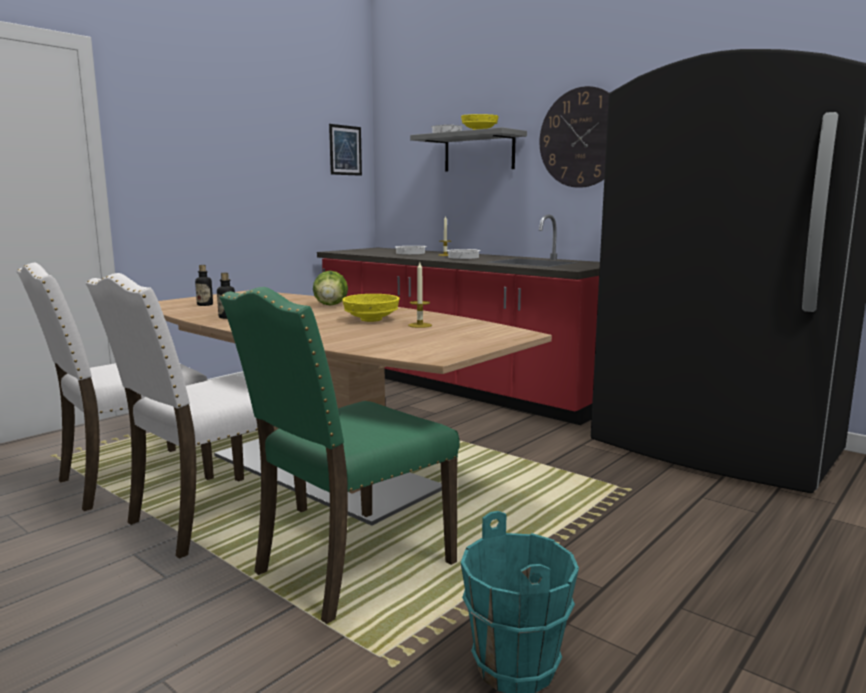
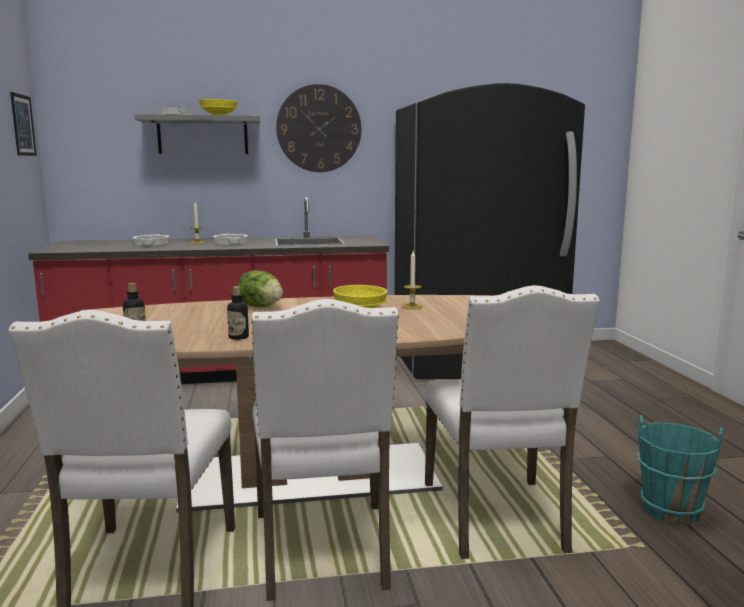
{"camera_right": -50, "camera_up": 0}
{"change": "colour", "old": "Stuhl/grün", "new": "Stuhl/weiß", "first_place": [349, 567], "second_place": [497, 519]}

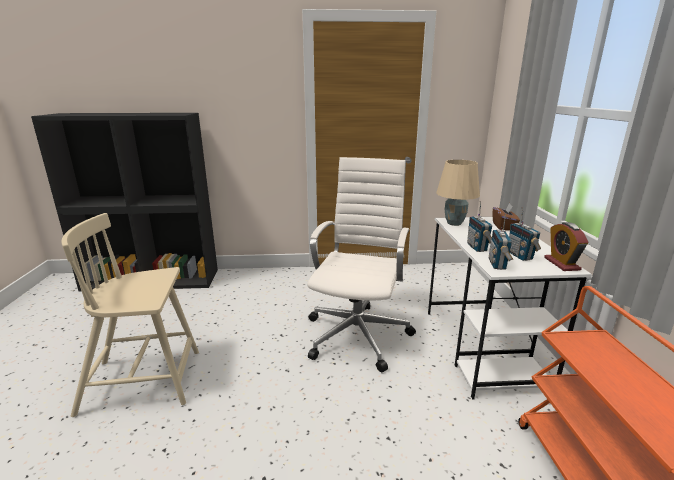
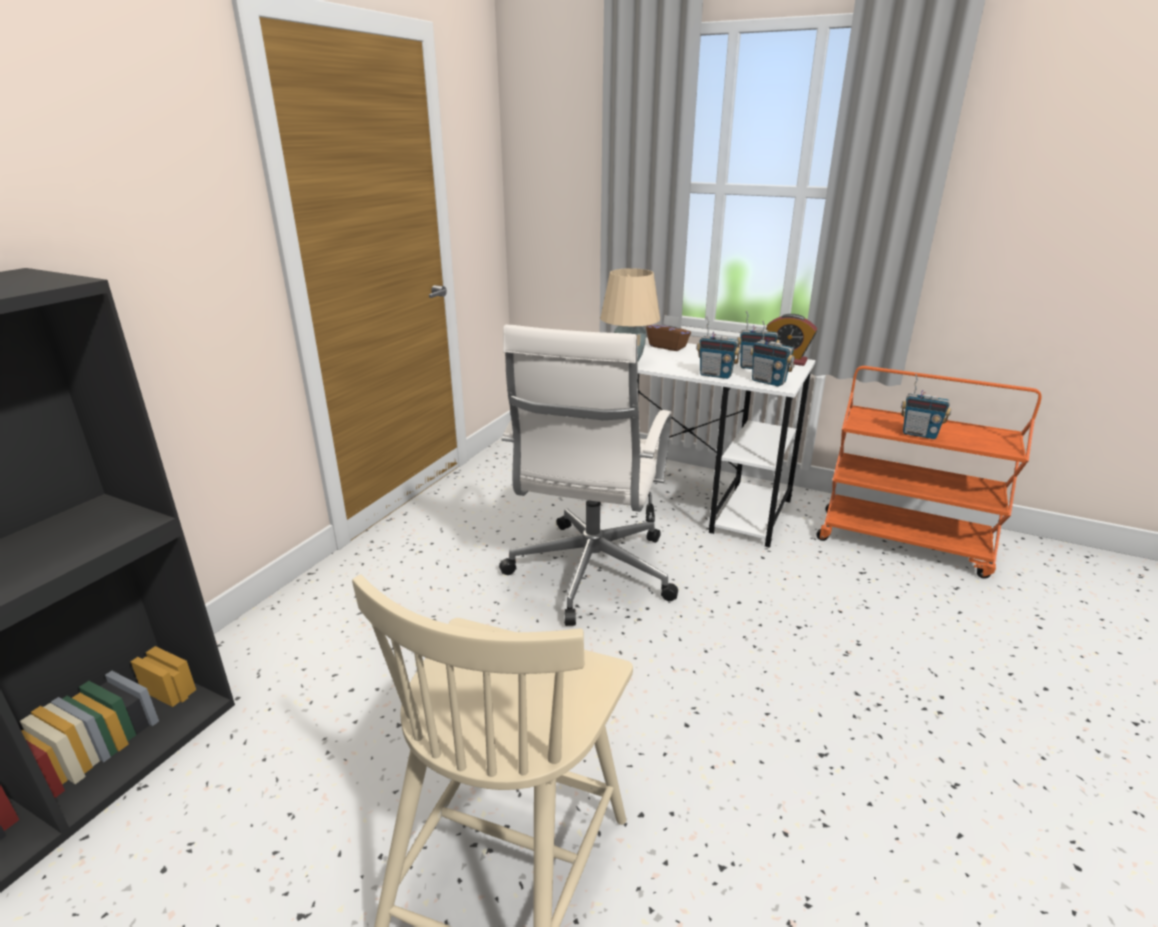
{"camera_right": -60, "camera_up": 5}
{"change": "spun", "old": "Bürostuhl/weiß", "first_place": [358, 333], "second_place": [590, 574], "degrees": -120}
{"change": "appeared", "new": "Radio", "second_place": [919, 434]}

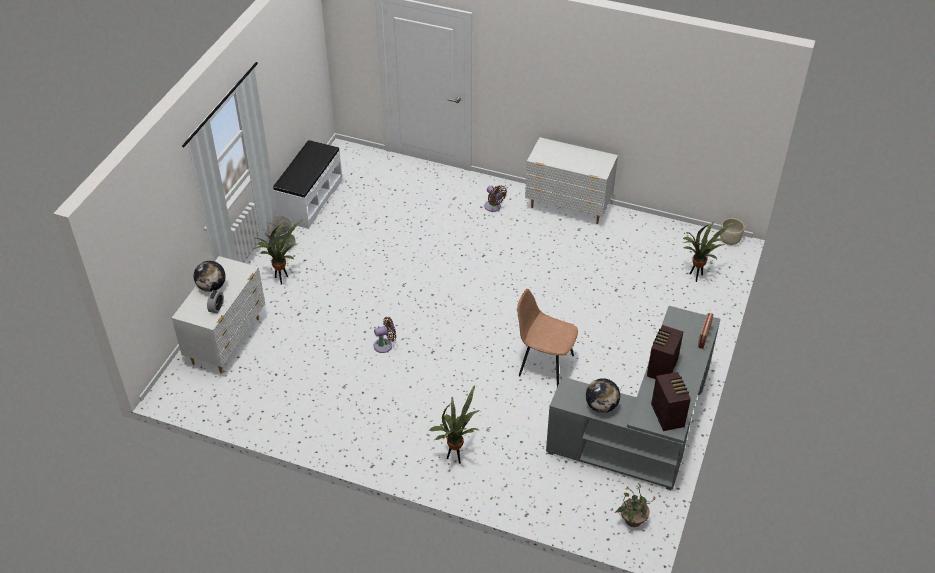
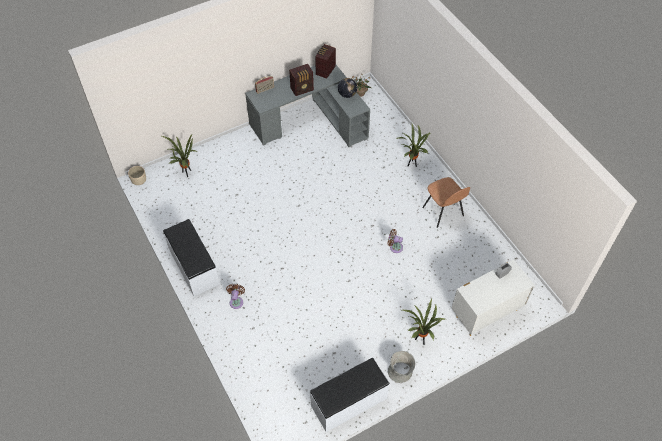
{"camera_right": -140, "camera_up": 10}
{"change": "missing", "old": "Globus", "first_place": [212, 287]}
{"change": "relocated", "old": "Stuhl/braun", "first_place": [544, 365], "second_place": [443, 212]}
{"change": "exchanged", "old": "Kommode/weiß", "new": "Bank/weiß", "first_place": [568, 207], "second_place": [193, 266]}

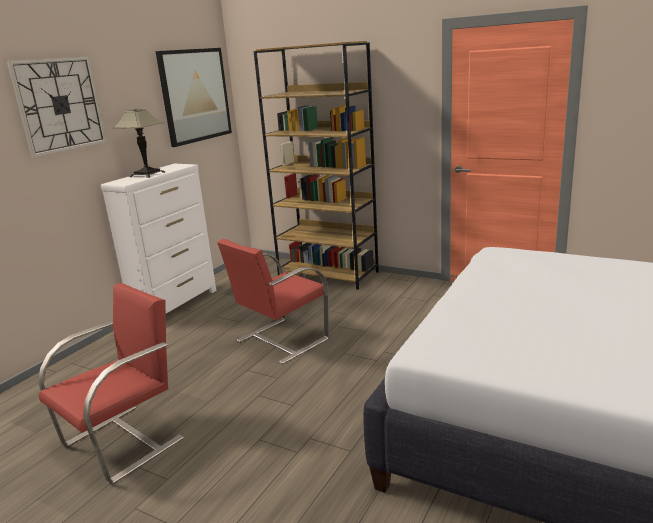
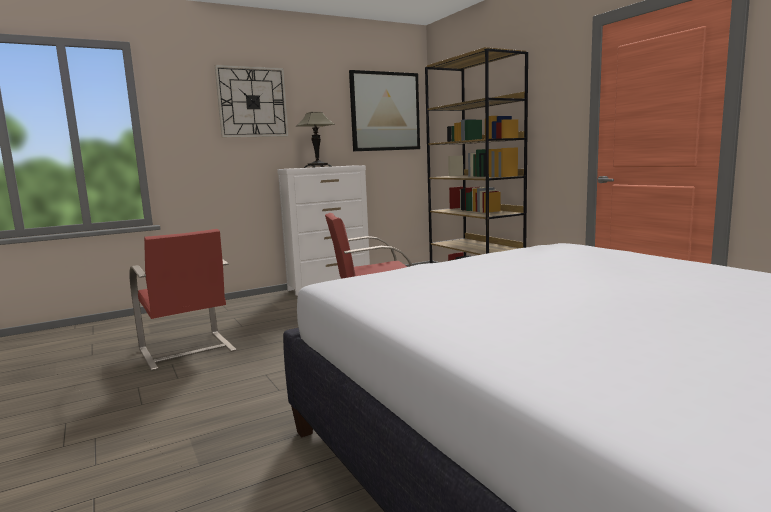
{"camera_right": 30, "camera_up": -10}
{"change": "spun", "old": "Stuhl/rot", "first_place": [125, 441], "second_place": [187, 351], "degrees": 75}

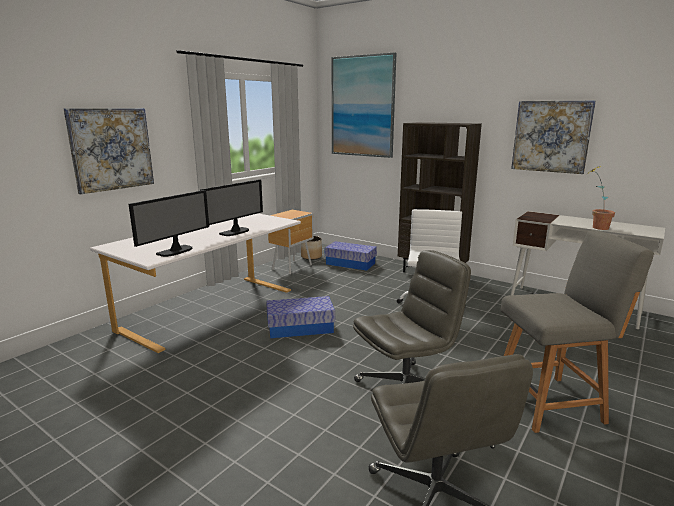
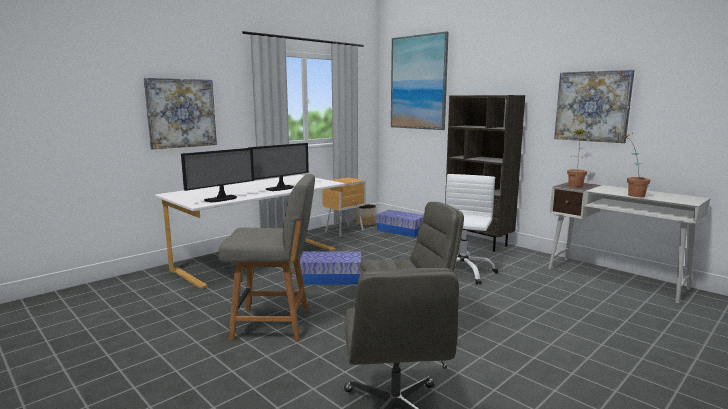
{"camera_right": 10, "camera_up": -5}
{"change": "relocated", "old": "Stuhl/grau", "first_place": [551, 403], "second_place": [274, 324]}
{"change": "appeared", "new": "Topfpflanze", "second_place": [575, 185]}

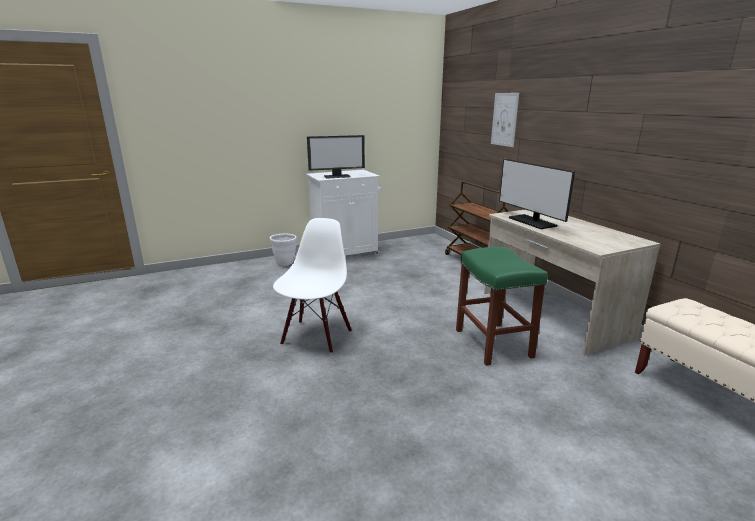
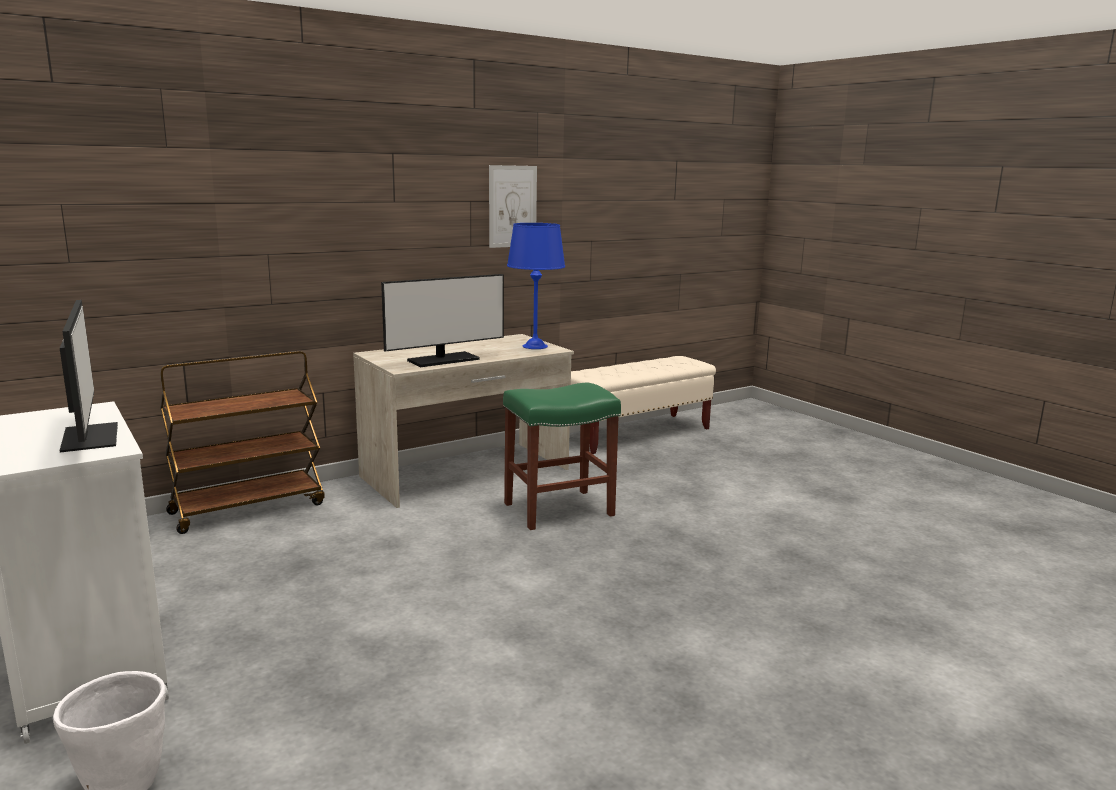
{"camera_right": -100, "camera_up": -5}
{"change": "missing", "old": "Stuhl/weiß", "first_place": [316, 336]}
{"change": "relocated", "old": "Bild", "first_place": [504, 119], "second_place": [512, 206]}
{"change": "appeared", "new": "Tischlampe/blau", "second_place": [534, 346]}

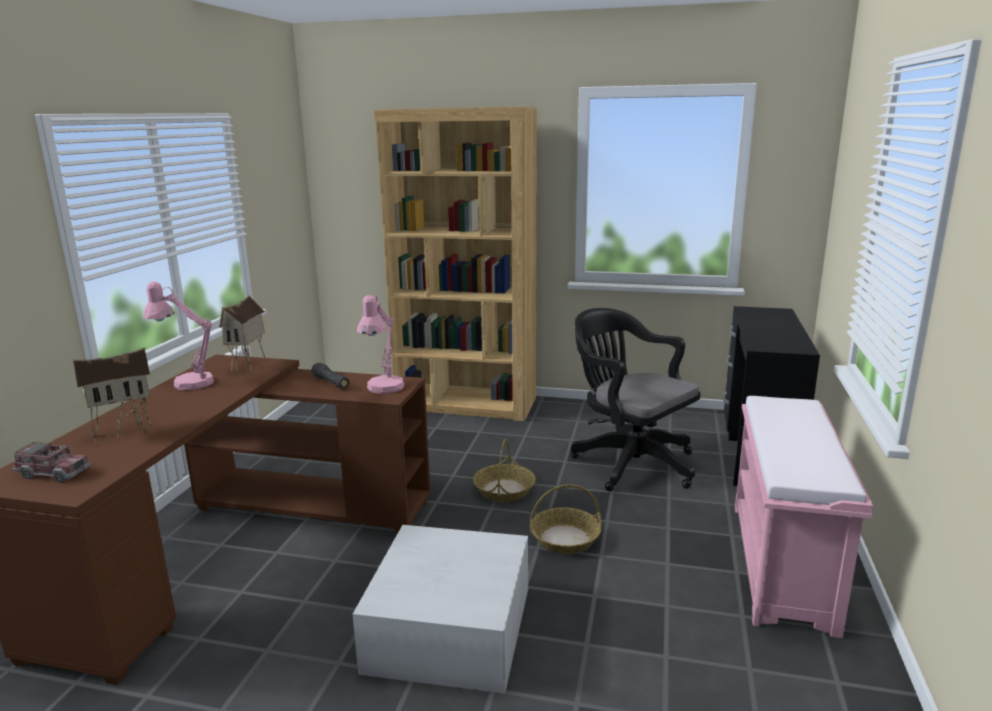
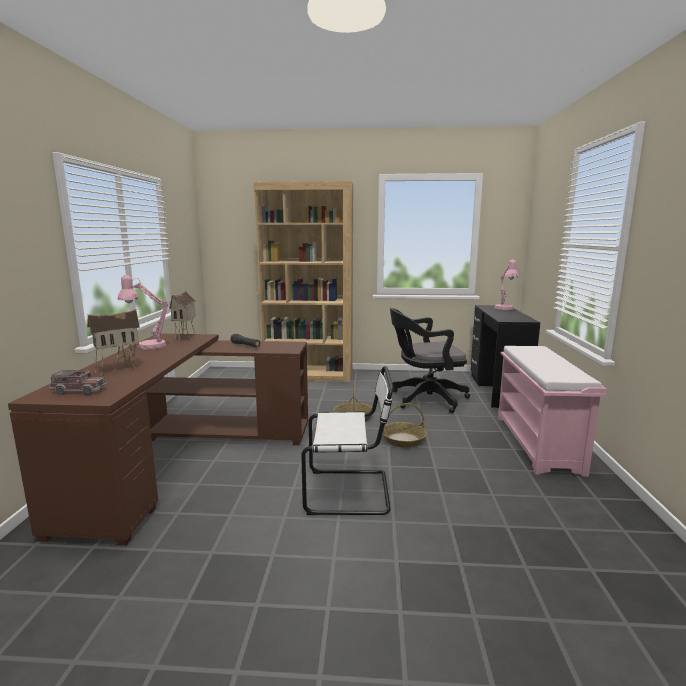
{"camera_right": -10, "camera_up": -5}
{"change": "exchanged", "old": "Aufbewahrungsbox/weiß", "new": "Stuhl/weiß", "first_place": [450, 628], "second_place": [351, 492]}
{"change": "relocated", "old": "Tischlampe/rosa", "first_place": [383, 390], "second_place": [505, 309]}
{"change": "spun", "old": "Bürostuhl/schwarz", "first_place": [629, 462], "second_place": [424, 399], "degrees": -45}

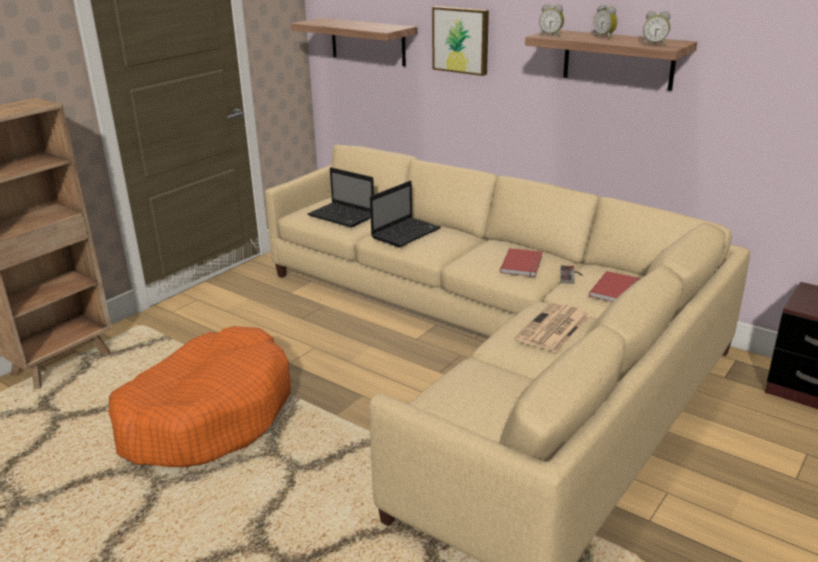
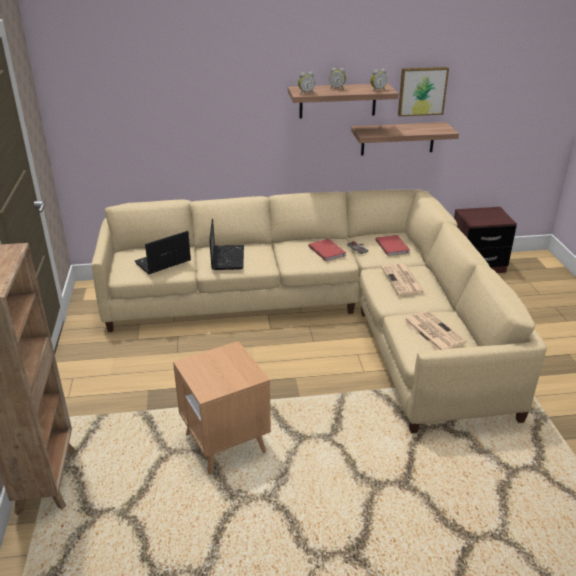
{"camera_right": -45, "camera_up": 5}
{"change": "exchanged", "old": "Hundebett/orange", "new": "Beistelltisch/braun", "first_place": [208, 415], "second_place": [225, 443]}
{"change": "relocated", "old": "Wandregal", "first_place": [368, 41], "second_place": [397, 138]}
{"change": "spun", "old": "Laptop", "first_place": [343, 216], "second_place": [162, 262], "degrees": 150}
{"change": "relocated", "old": "Bild", "first_place": [461, 40], "second_place": [422, 91]}
{"change": "appeared", "new": "Zeitung", "second_place": [432, 331]}

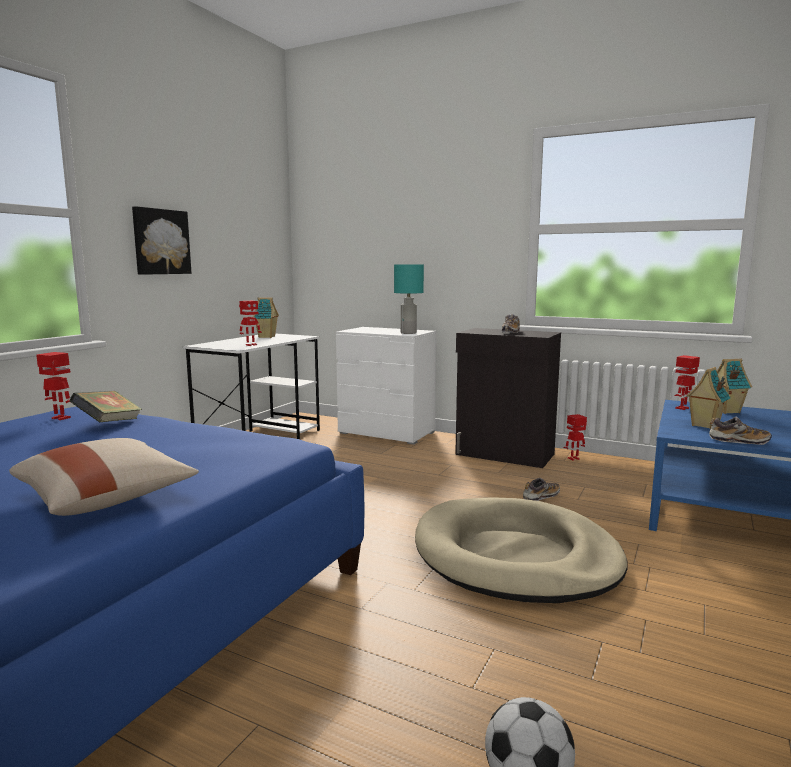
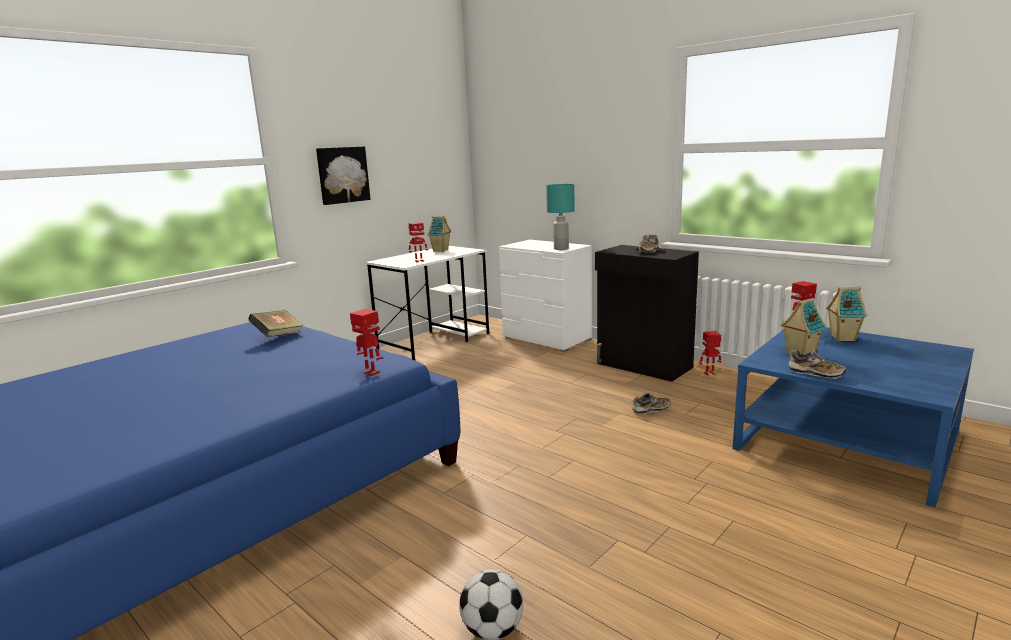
{"camera_right": 15, "camera_up": 5}
{"change": "missing", "old": "Kissen/beige", "first_place": [106, 499]}
{"change": "relocated", "old": "Spielzeugroboter", "first_place": [60, 418], "second_place": [370, 373]}
{"change": "missing", "old": "Hundebett/beige", "first_place": [515, 556]}

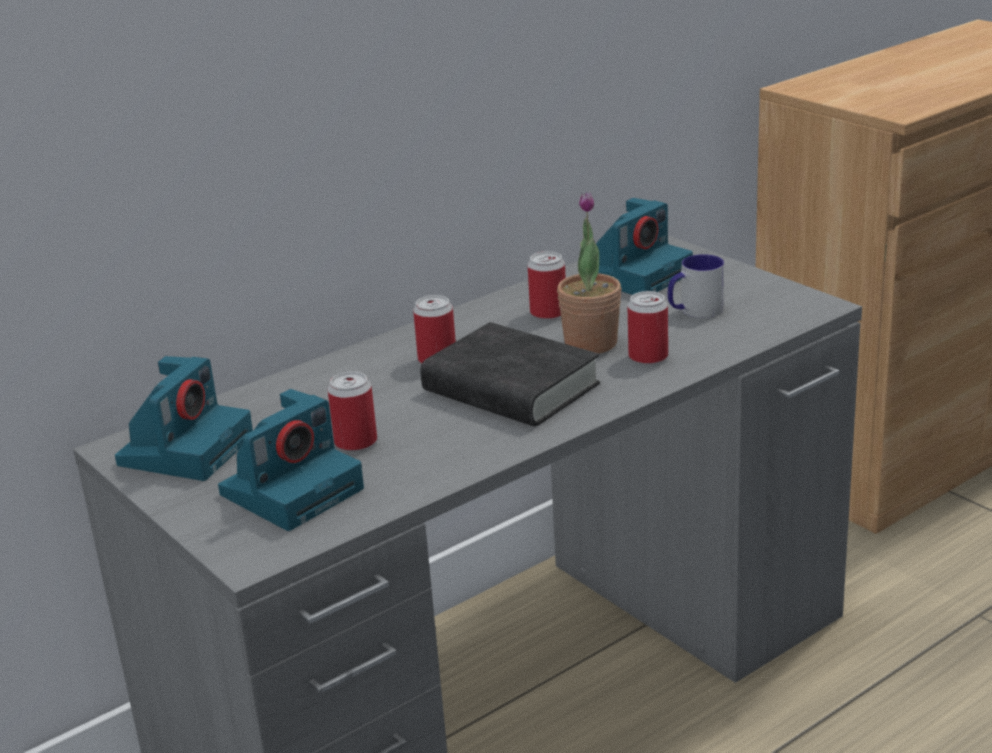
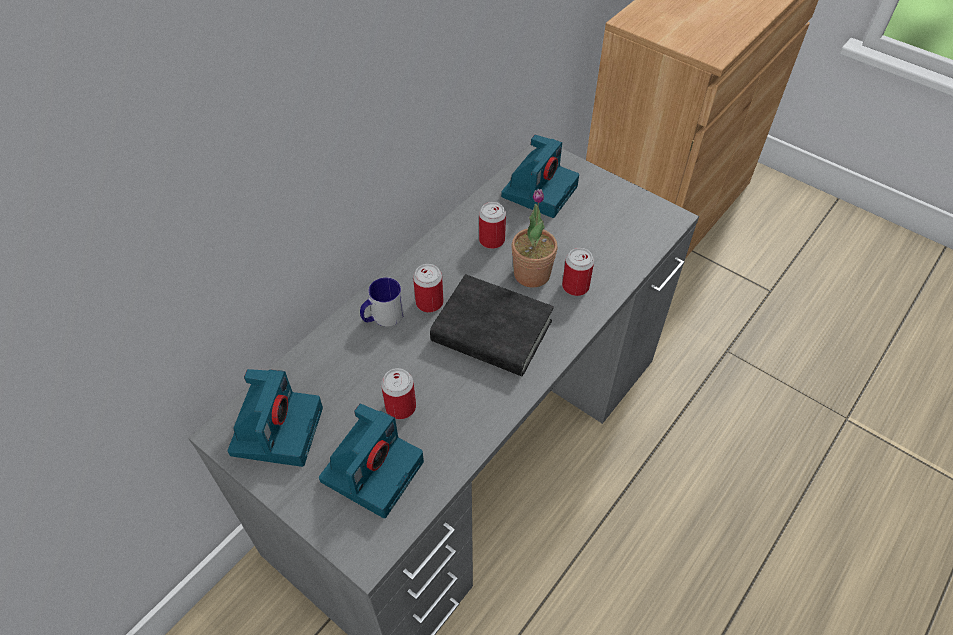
{"camera_right": -15, "camera_up": 25}
{"change": "relocated", "old": "Henkelbecher", "first_place": [694, 311], "second_place": [382, 317]}

